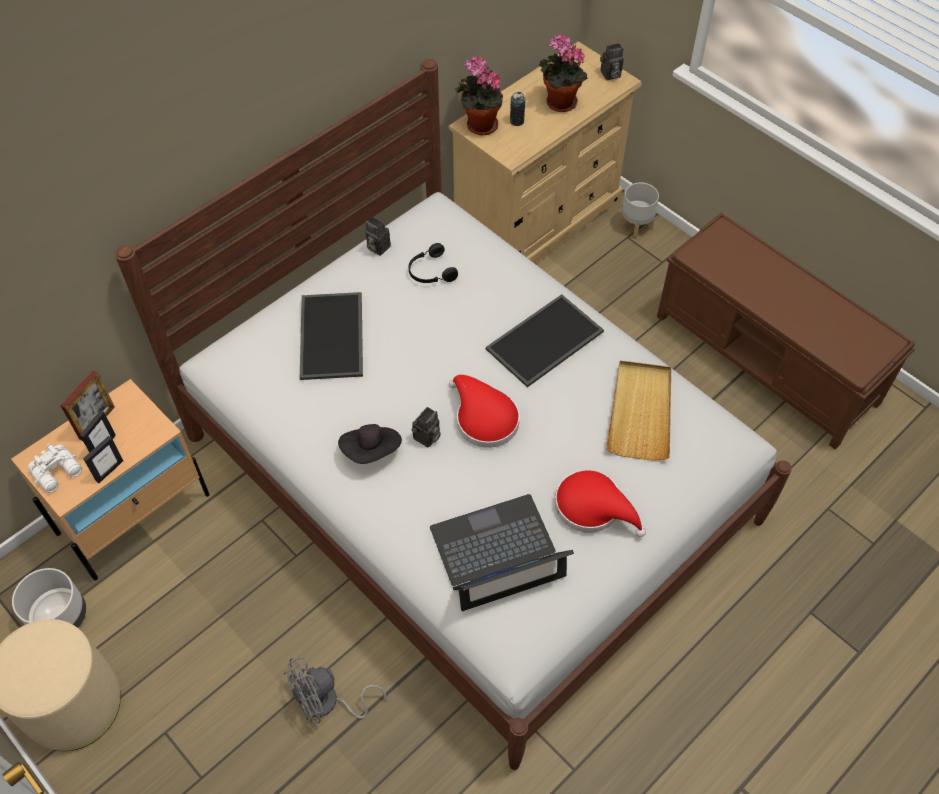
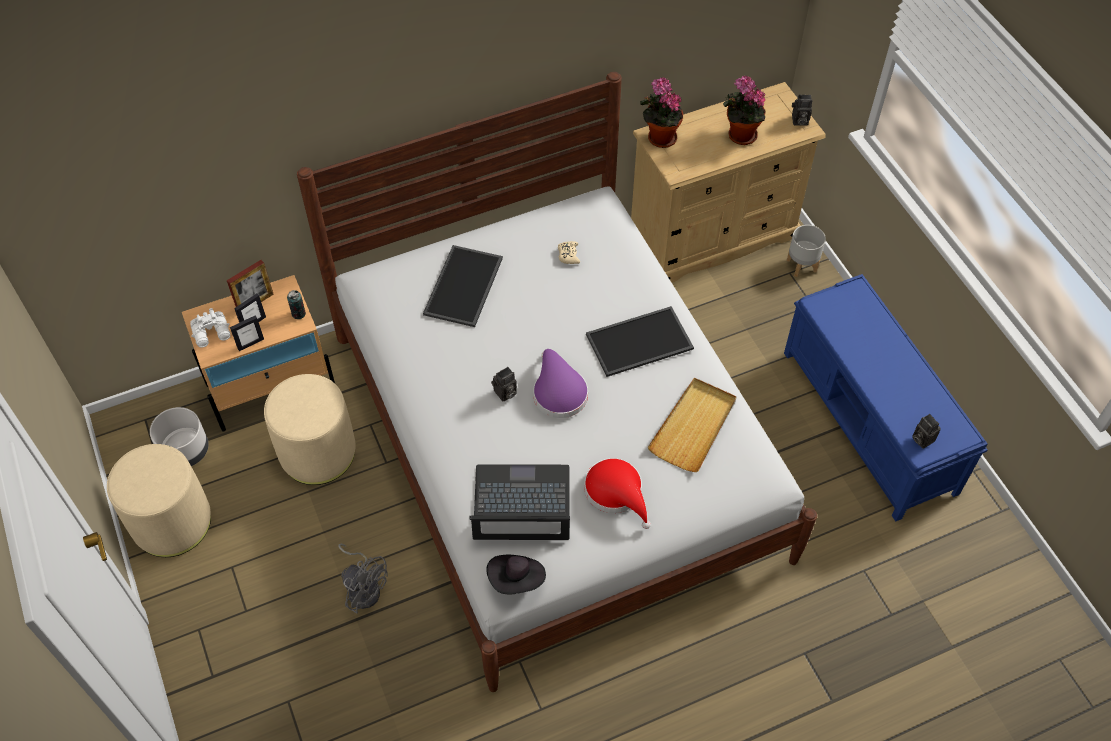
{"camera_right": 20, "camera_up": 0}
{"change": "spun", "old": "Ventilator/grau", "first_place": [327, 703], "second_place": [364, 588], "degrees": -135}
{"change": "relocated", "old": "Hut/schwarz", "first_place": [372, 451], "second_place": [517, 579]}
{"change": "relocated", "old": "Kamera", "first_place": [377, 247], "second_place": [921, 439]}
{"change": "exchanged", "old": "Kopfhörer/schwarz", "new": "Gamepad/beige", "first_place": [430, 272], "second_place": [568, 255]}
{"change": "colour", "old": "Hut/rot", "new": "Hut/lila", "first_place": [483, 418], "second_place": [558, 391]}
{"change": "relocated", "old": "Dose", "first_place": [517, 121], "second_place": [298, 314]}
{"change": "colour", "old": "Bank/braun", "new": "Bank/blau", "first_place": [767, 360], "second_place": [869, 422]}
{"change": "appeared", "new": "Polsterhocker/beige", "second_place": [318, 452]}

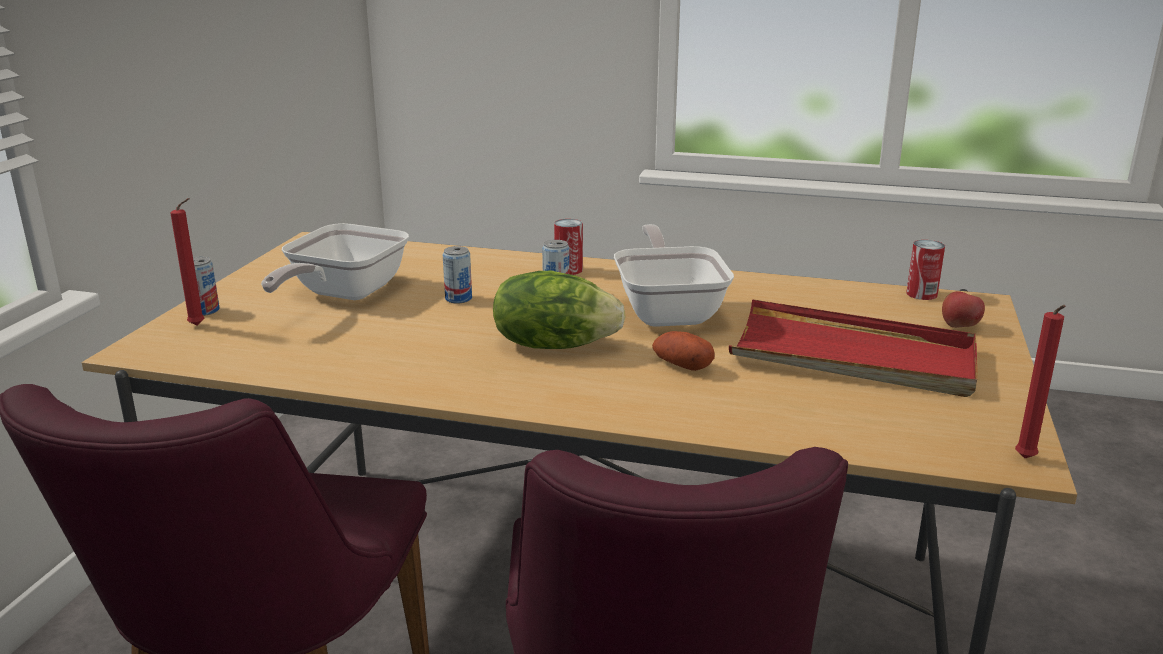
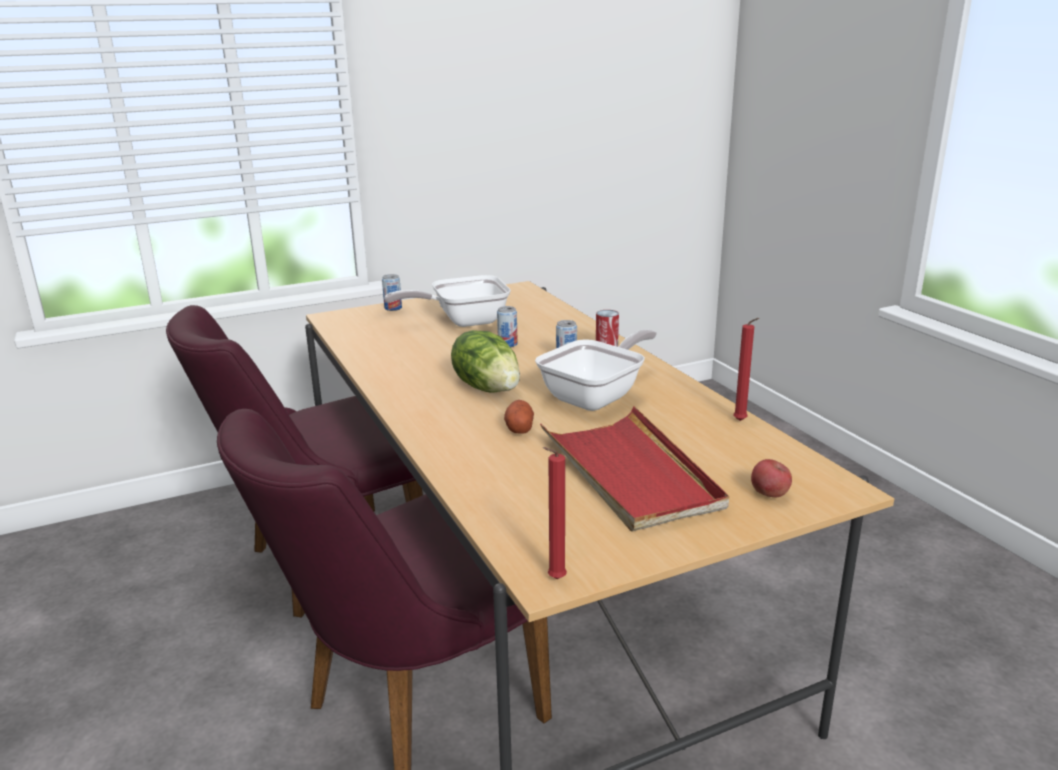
{"camera_right": 50, "camera_up": 0}
{"change": "relocated", "old": "Kerze/rot", "first_place": [199, 325], "second_place": [741, 421]}
{"change": "missing", "old": "Dose", "first_place": [921, 294]}

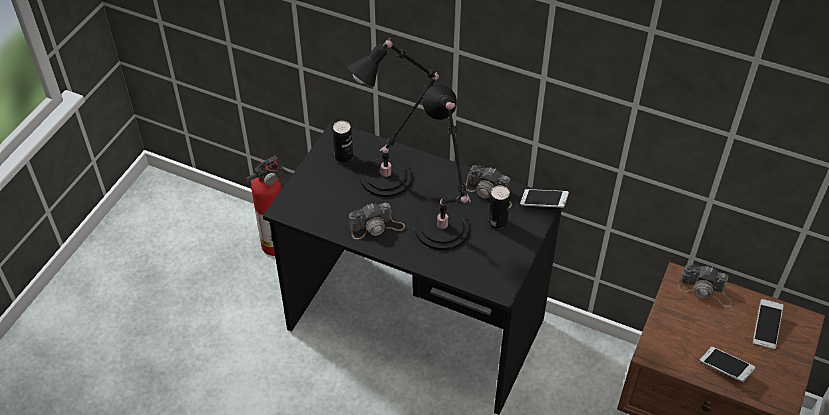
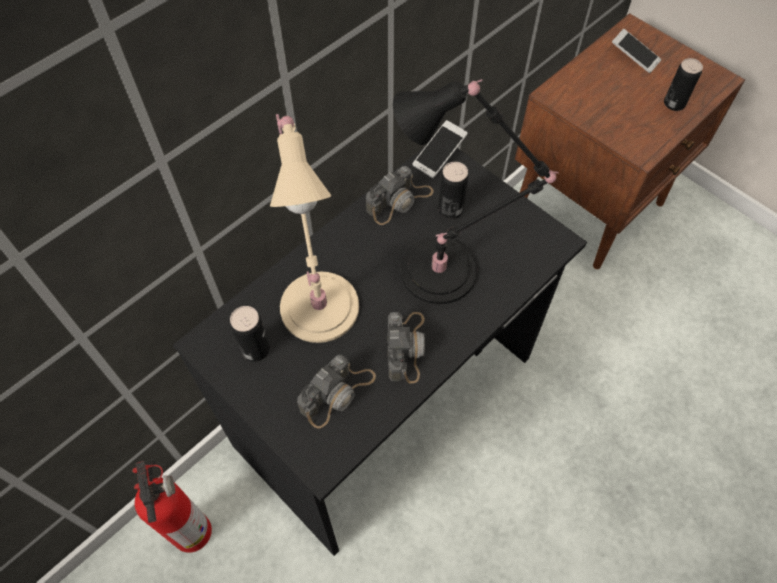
{"camera_right": -70, "camera_up": 10}
{"change": "colour", "old": "Tischlampe/schwarz", "new": "Tischlampe/beige", "first_place": [390, 175], "second_place": [319, 301]}
{"change": "relocated", "old": "Kamera", "first_place": [705, 290], "second_place": [337, 393]}
{"change": "exchanged", "old": "Handy", "new": "Dose", "first_place": [725, 368], "second_place": [674, 104]}

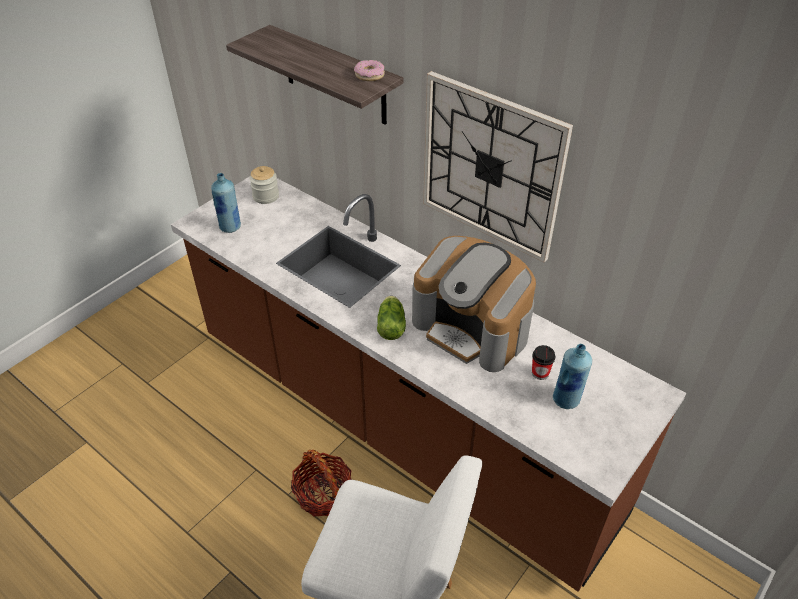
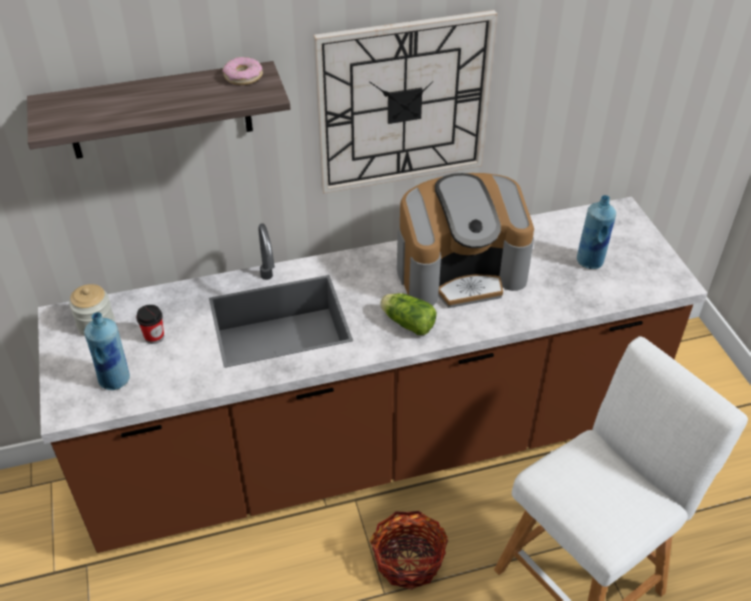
{"camera_right": -55, "camera_up": 0}
{"change": "relocated", "old": "Tasse", "first_place": [540, 373], "second_place": [154, 337]}

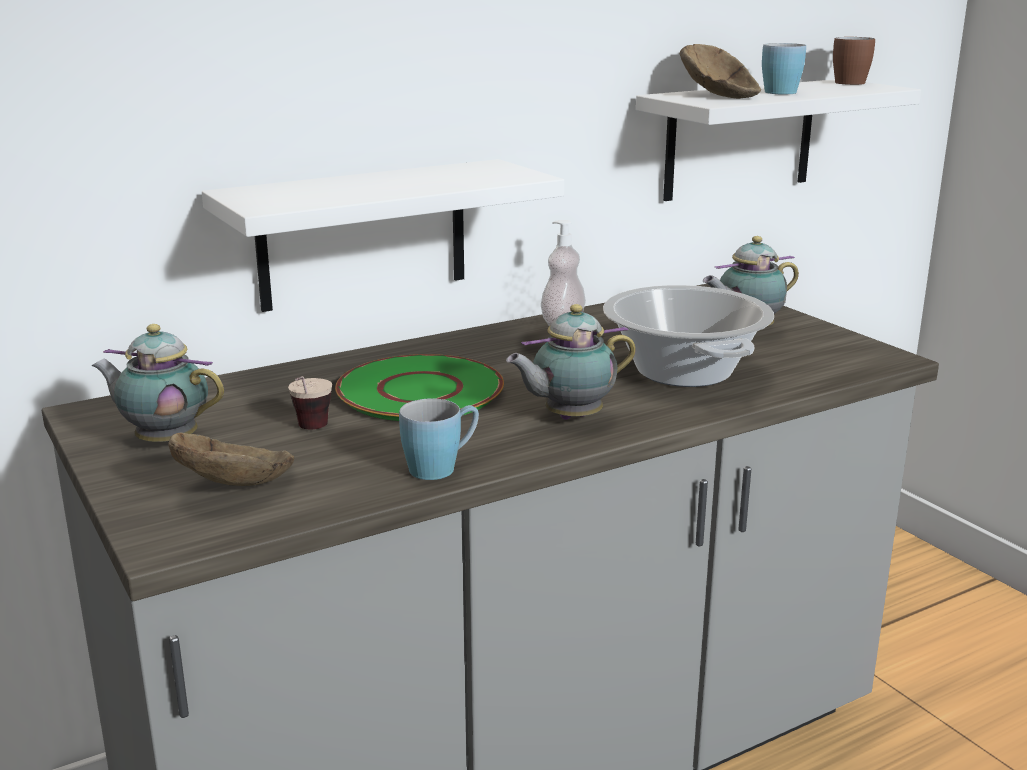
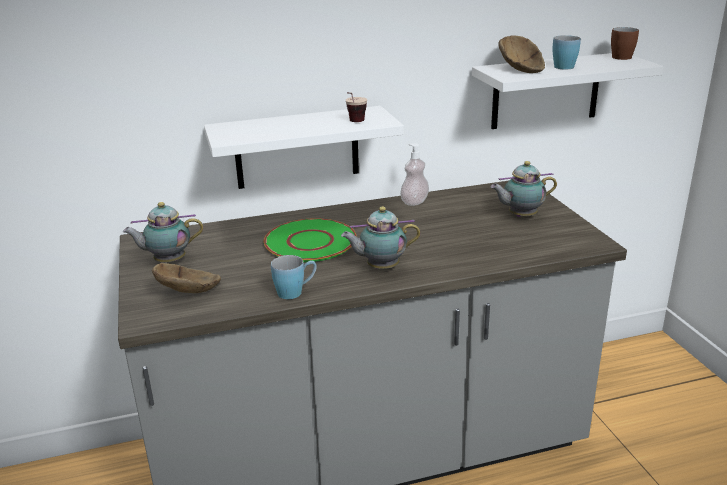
{"camera_right": 15, "camera_up": 5}
{"change": "spun", "old": "Teekanne", "first_place": [164, 441], "second_place": [167, 261], "degrees": -45}
{"change": "relocated", "old": "Tasse", "first_place": [309, 432], "second_place": [354, 123]}
{"change": "missing", "old": "Kochtopf", "first_place": [683, 372]}

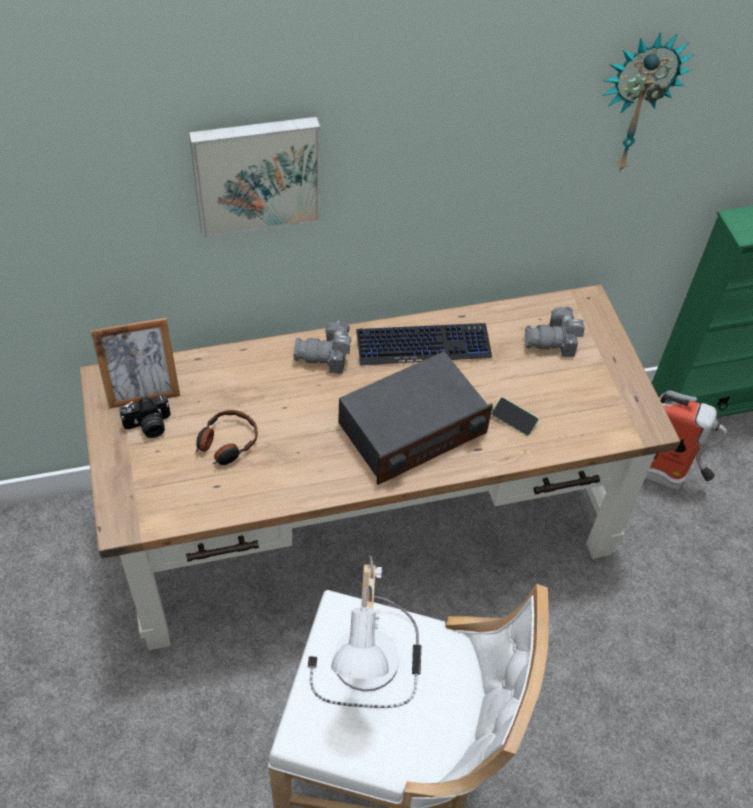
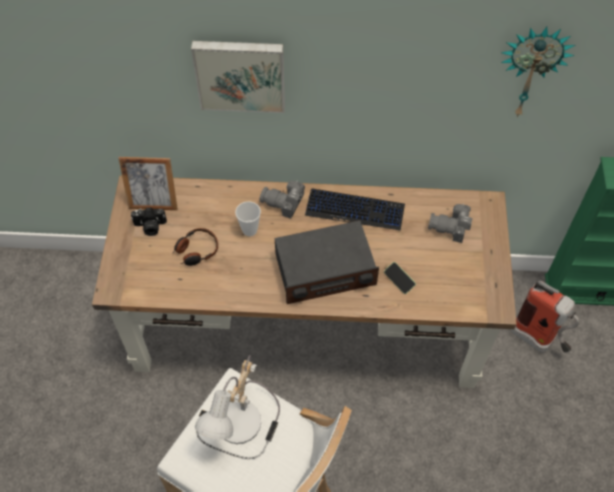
{"camera_right": 20, "camera_up": 5}
{"change": "appeared", "new": "Tasse", "second_place": [249, 230]}

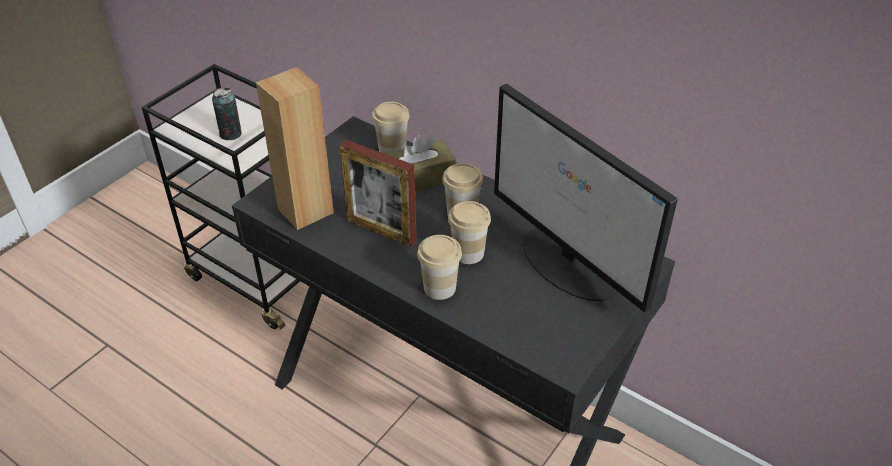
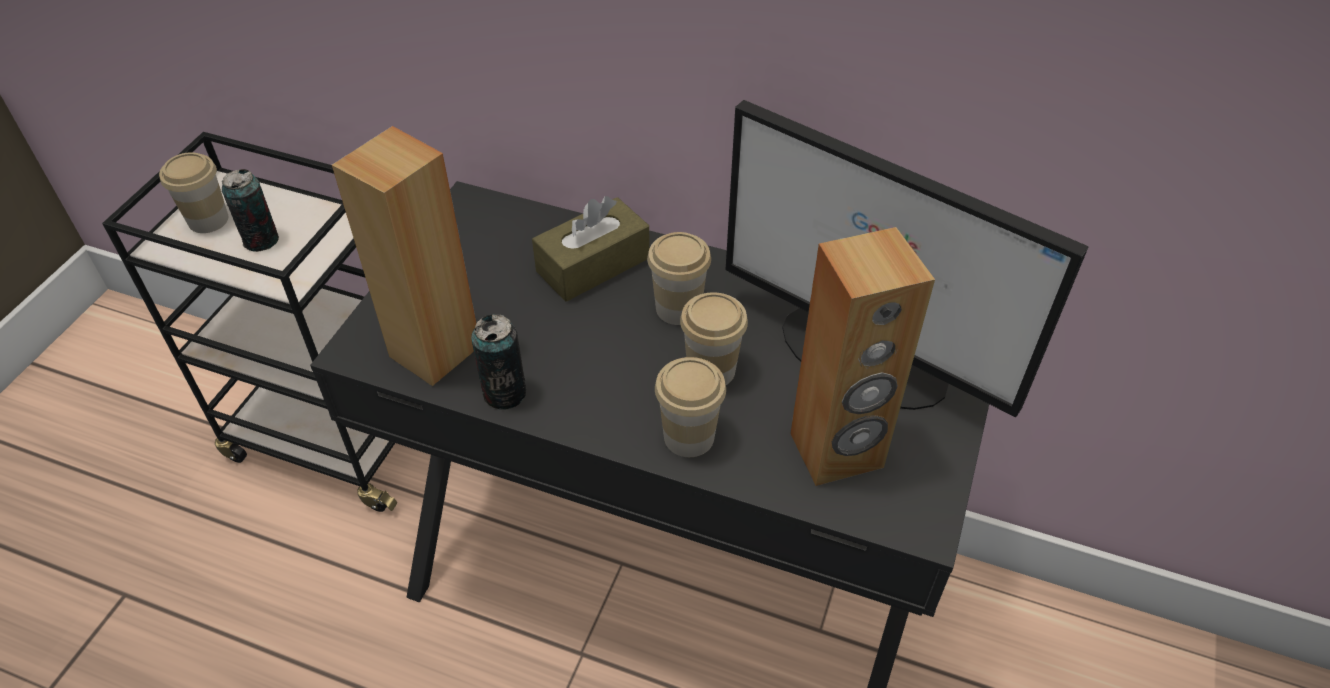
{"camera_right": -15, "camera_up": 5}
{"change": "missing", "old": "Bilderrahmen", "first_place": [381, 230]}
{"change": "relocated", "old": "Tasse", "first_place": [392, 149], "second_place": [208, 220]}
{"change": "appeared", "new": "Dose", "second_place": [504, 393]}
{"change": "appeared", "new": "Lautsprecher/braun", "second_place": [837, 451]}

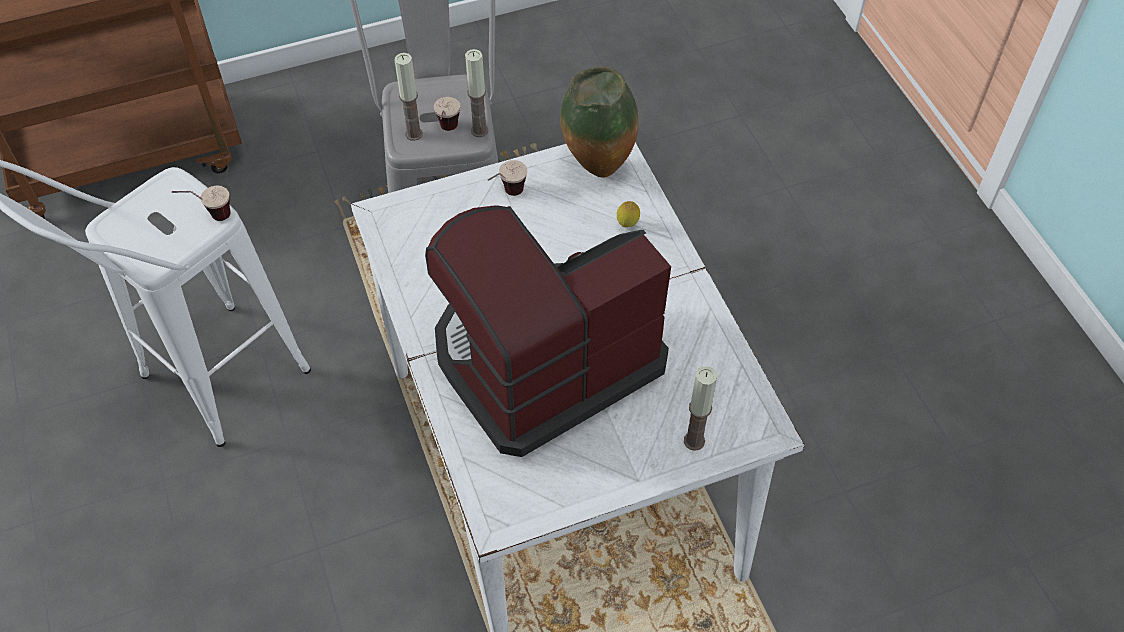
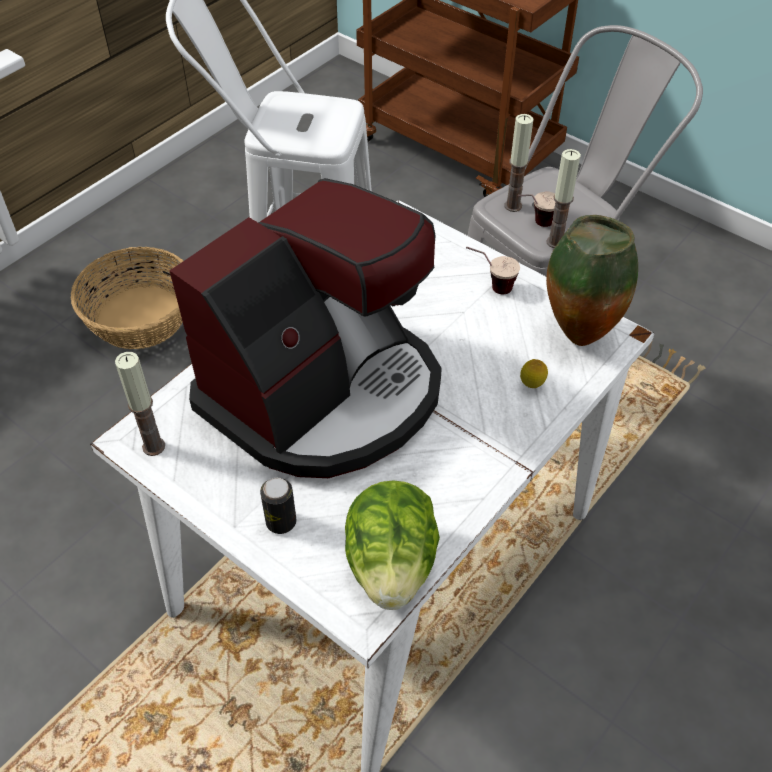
{"camera_right": 60, "camera_up": -5}
{"change": "missing", "old": "Tasse", "first_place": [209, 216]}
{"change": "spun", "old": "Kaffeemaschine", "first_place": [543, 360], "second_place": [325, 393], "degrees": 105}
{"change": "relocated", "old": "Kerze", "first_place": [694, 441], "second_place": [153, 446]}
{"change": "appeared", "new": "Korb", "second_place": [139, 317]}
{"change": "appeared", "new": "Dose", "second_place": [281, 522]}
{"change": "appeared", "new": "Salatkopf", "second_place": [392, 564]}

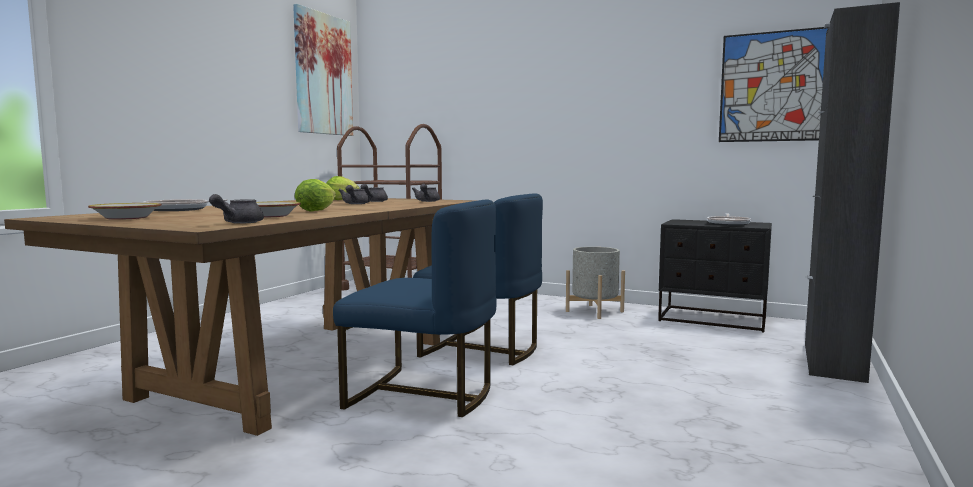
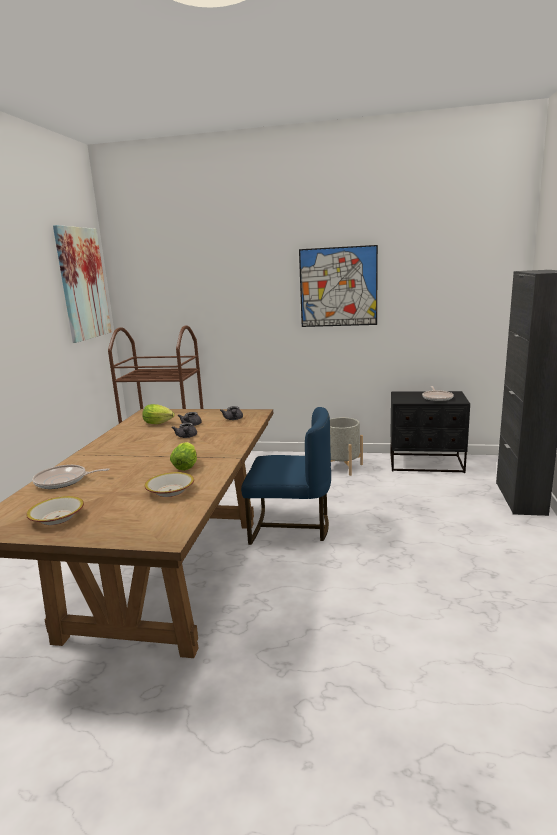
{"camera_right": -15, "camera_up": 10}
{"change": "missing", "old": "Teekanne/grau", "first_place": [237, 223]}
{"change": "missing", "old": "Stuhl/blau", "first_place": [423, 394]}
{"change": "relocated", "old": "Bild", "first_place": [778, 86], "second_place": [338, 287]}

